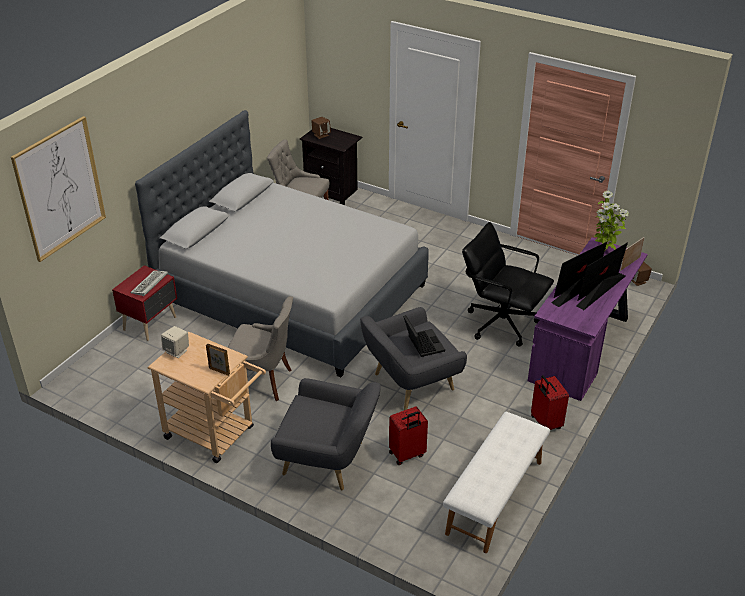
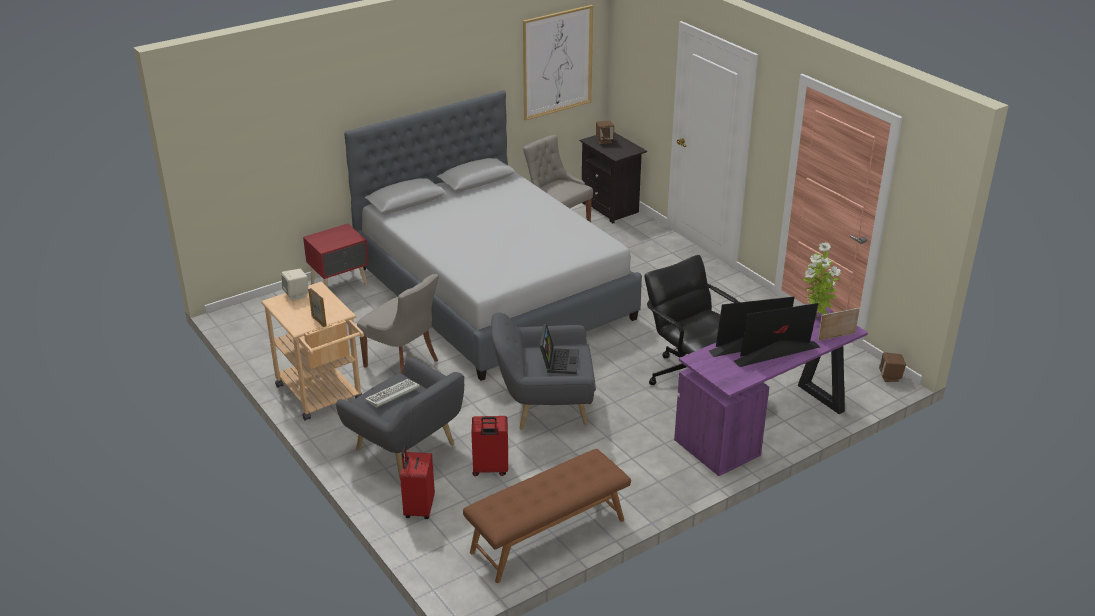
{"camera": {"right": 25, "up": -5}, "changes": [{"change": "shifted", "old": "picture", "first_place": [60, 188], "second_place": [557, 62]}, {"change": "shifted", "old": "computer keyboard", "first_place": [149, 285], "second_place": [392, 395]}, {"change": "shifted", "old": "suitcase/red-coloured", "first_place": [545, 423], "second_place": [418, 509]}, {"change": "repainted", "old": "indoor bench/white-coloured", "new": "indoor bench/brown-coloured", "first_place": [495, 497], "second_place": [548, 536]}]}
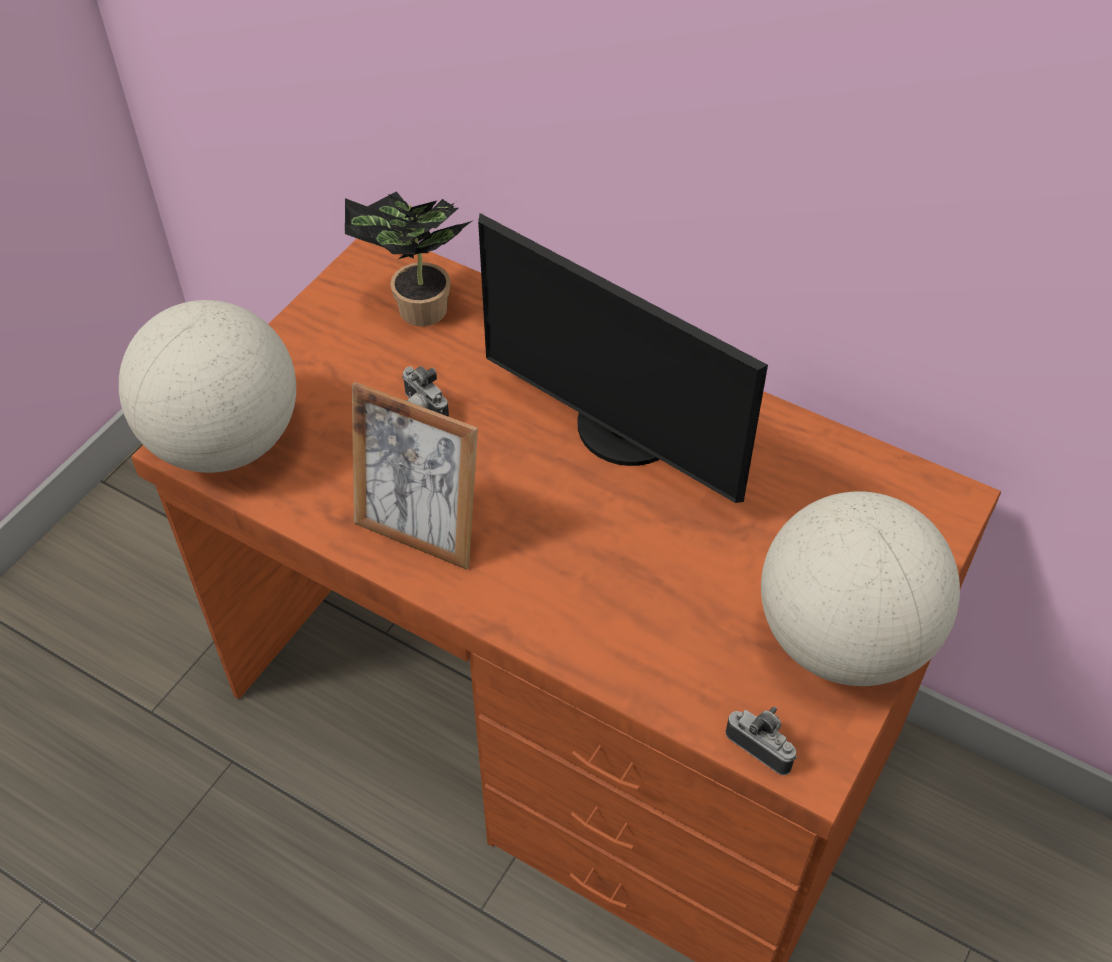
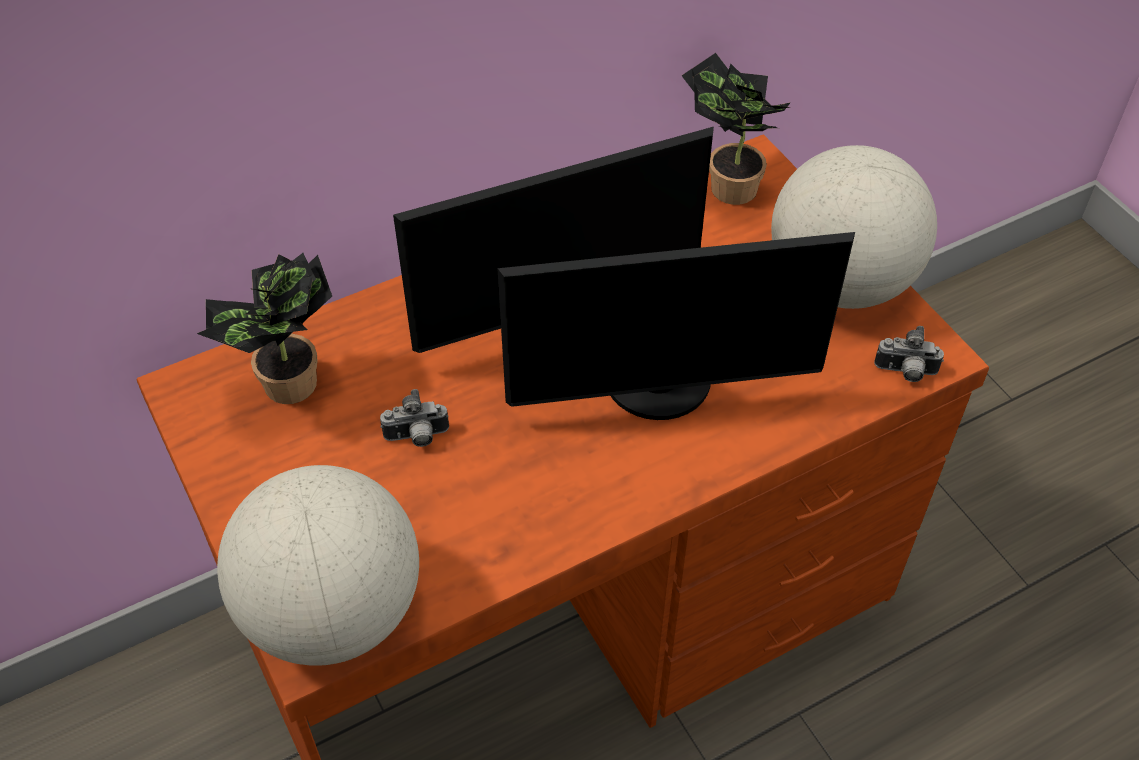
{"camera": {"right": -60, "up": 0}, "changes": [{"change": "gone", "old": "picture frame", "first_place": [419, 532]}, {"change": "rotated", "old": "still camera", "first_place": [762, 745], "second_place": [905, 373], "degrees": -150}, {"change": "new", "new": "plant in a pot", "second_place": [727, 186]}, {"change": "new", "new": "computer display", "second_place": [660, 387]}]}
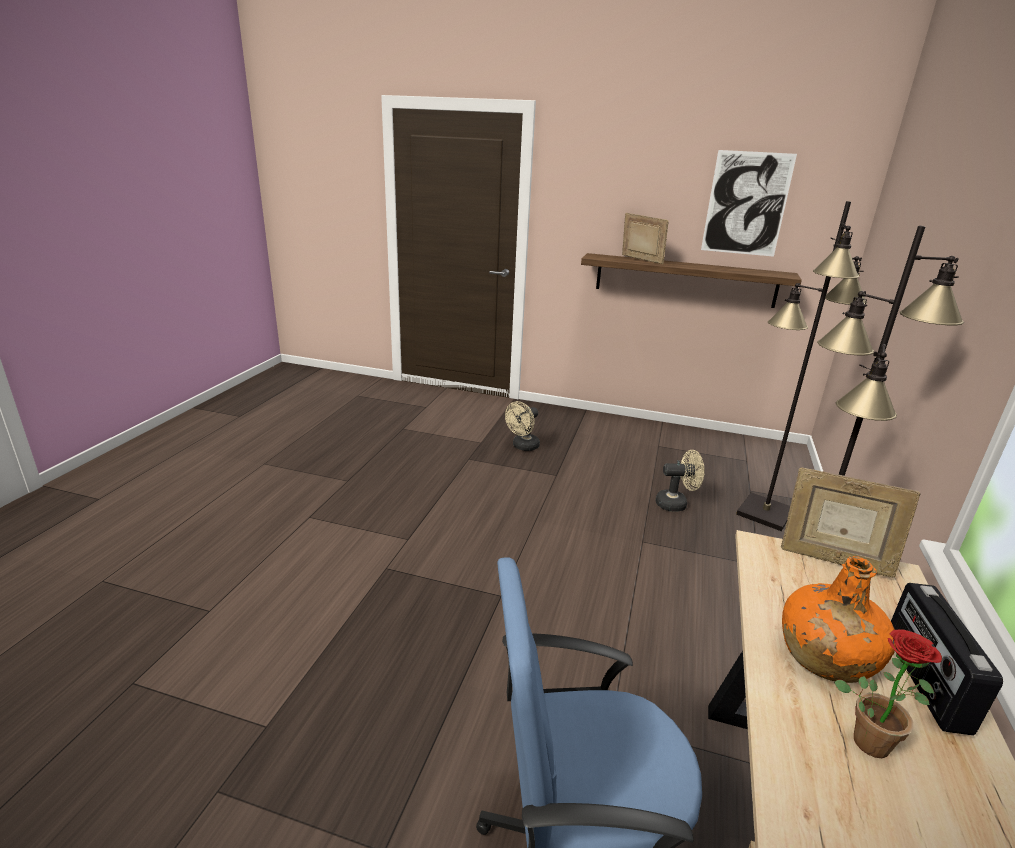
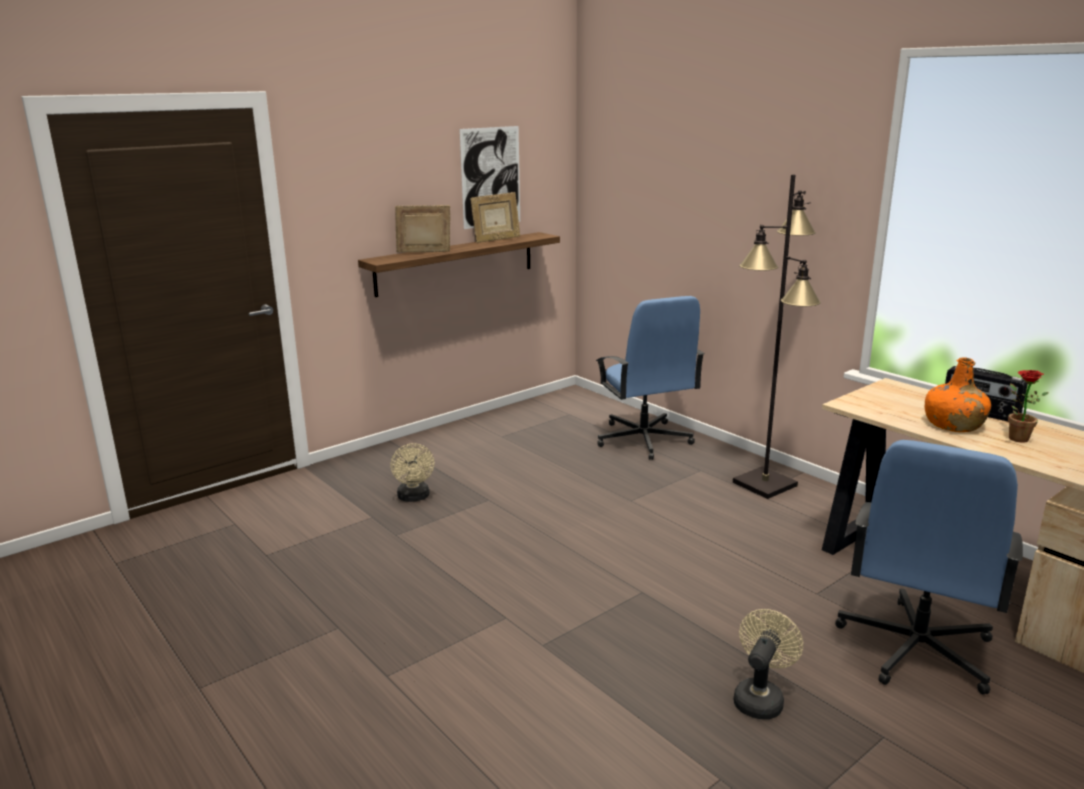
{"camera": {"right": -55, "up": -5}, "changes": [{"change": "swapped", "old": "standard lamp/black", "new": "computer chair/bluish", "first_place": [764, 513], "second_place": [643, 440]}, {"change": "shifted", "old": "electric fan/beige-coloured", "first_place": [676, 503], "second_place": [760, 698]}, {"change": "shifted", "old": "picture frame", "first_place": [833, 560], "second_place": [496, 240]}]}
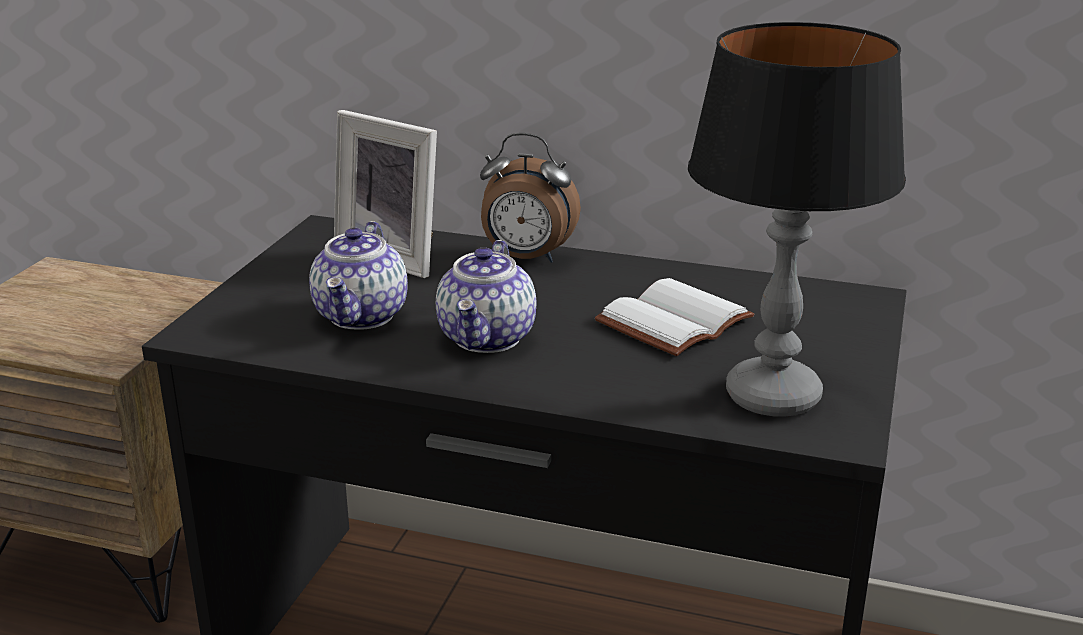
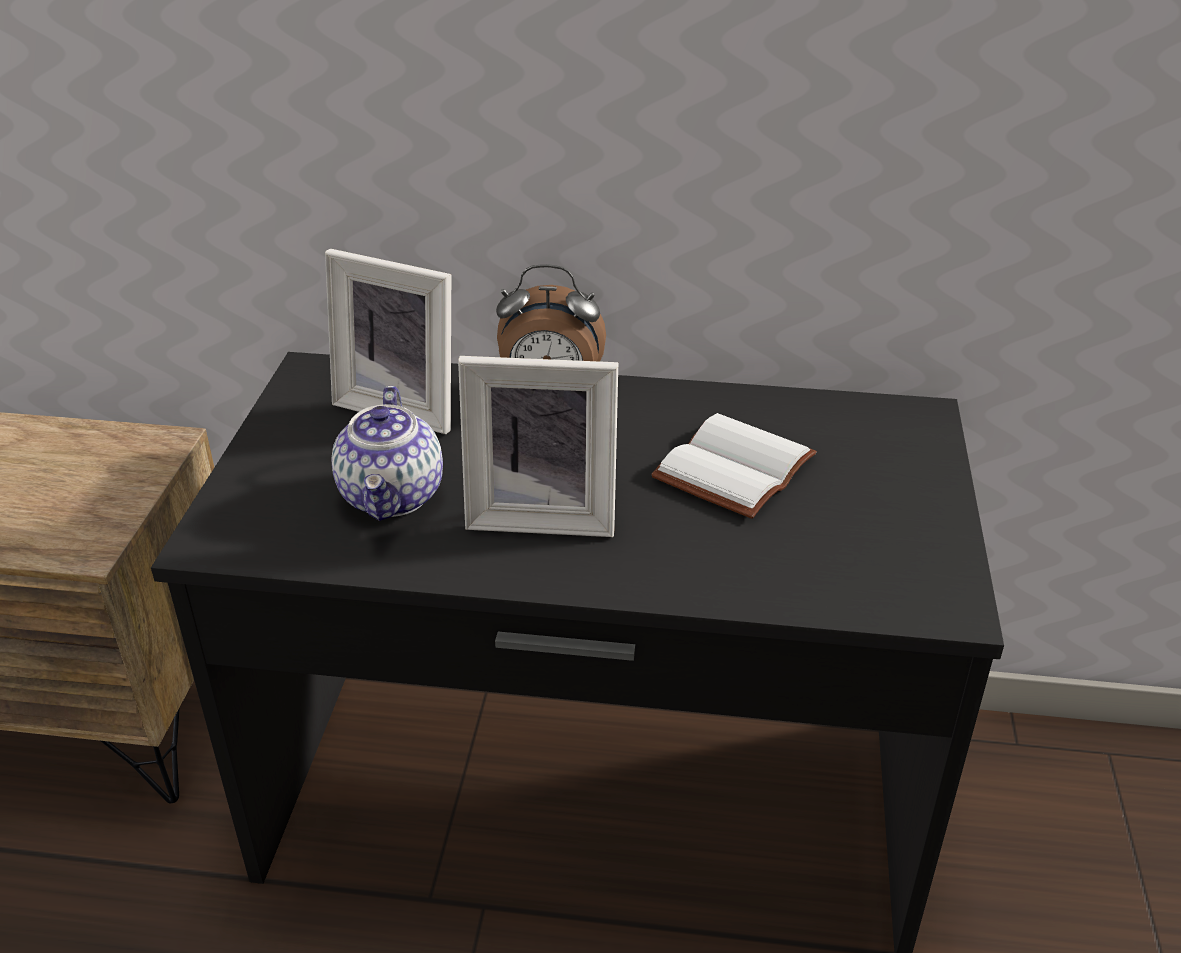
{"camera": {"right": -10, "up": 10}, "changes": [{"change": "gone", "old": "lamp for a table", "first_place": [774, 397]}, {"change": "swapped", "old": "teapot", "new": "picture frame", "first_place": [488, 338], "second_place": [542, 514]}]}
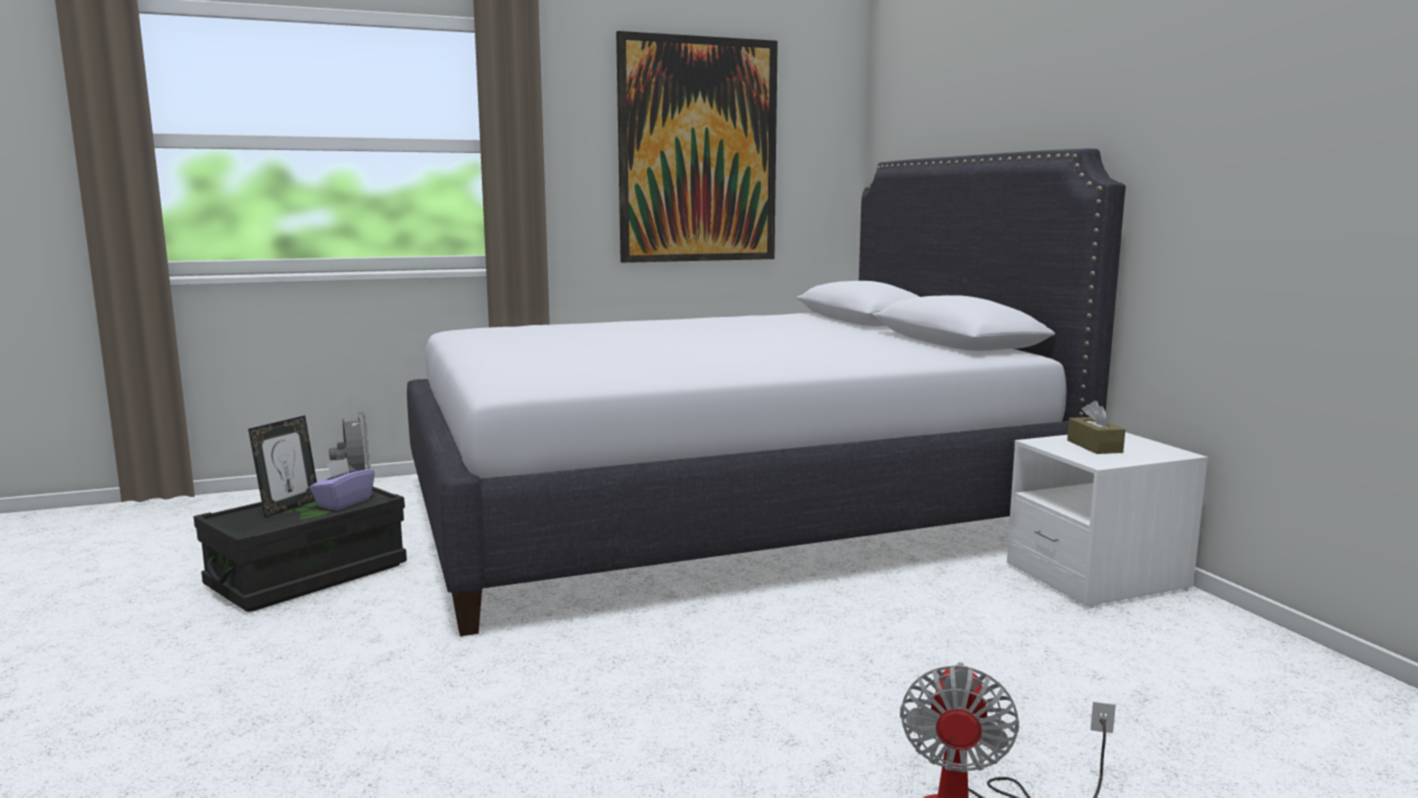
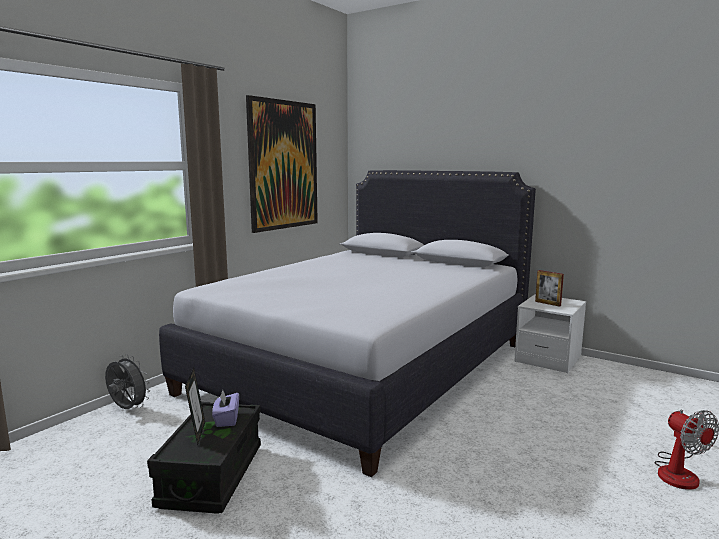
{"camera": {"right": -35, "up": 0}, "changes": [{"change": "swapped", "old": "tissue holder/brown-coloured", "new": "picture frame", "first_place": [1094, 446], "second_place": [547, 303]}]}
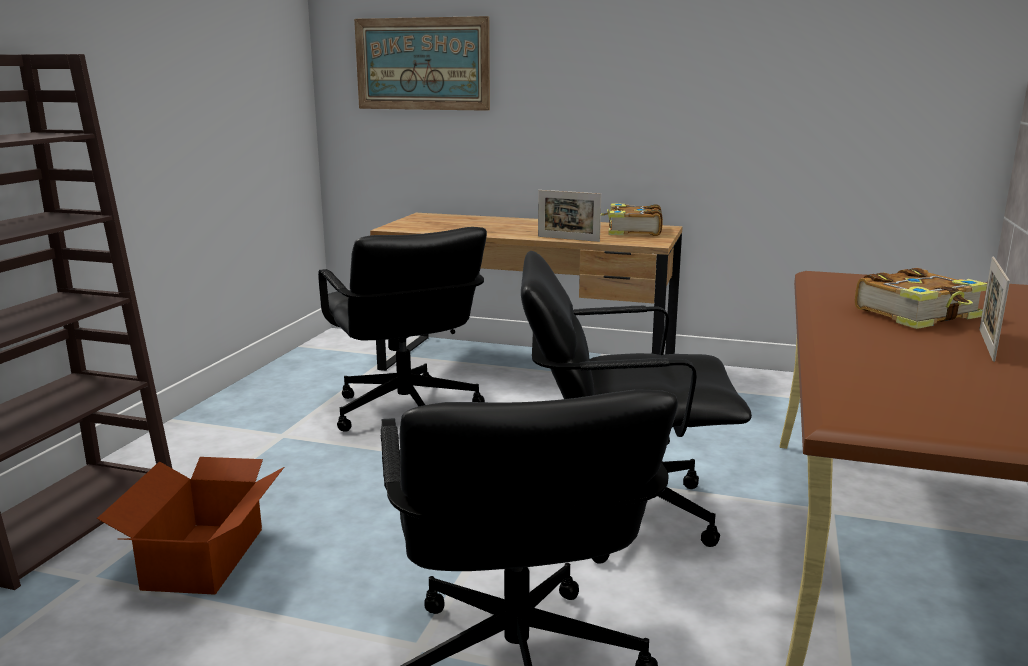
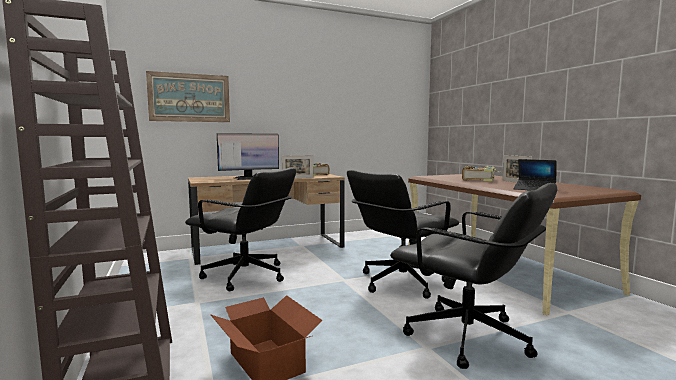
{"camera": {"right": -40, "up": -10}, "changes": [{"change": "new", "new": "computer display", "second_place": [249, 178]}, {"change": "new", "new": "laptop", "second_place": [534, 189]}]}
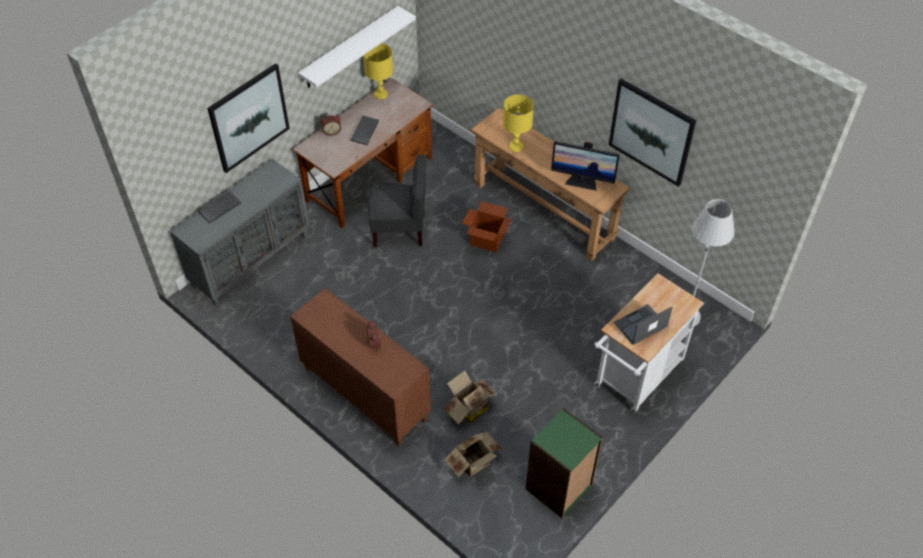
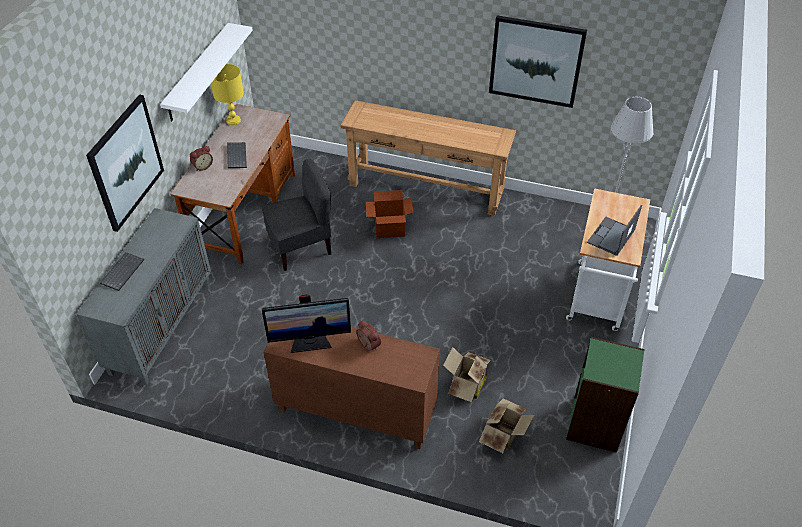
{"camera": {"right": -25, "up": -5}, "changes": [{"change": "gone", "old": "lamp for a table/yellow-coloured", "first_place": [516, 146]}, {"change": "shifted", "old": "computer display", "first_place": [582, 181], "second_place": [310, 342]}]}
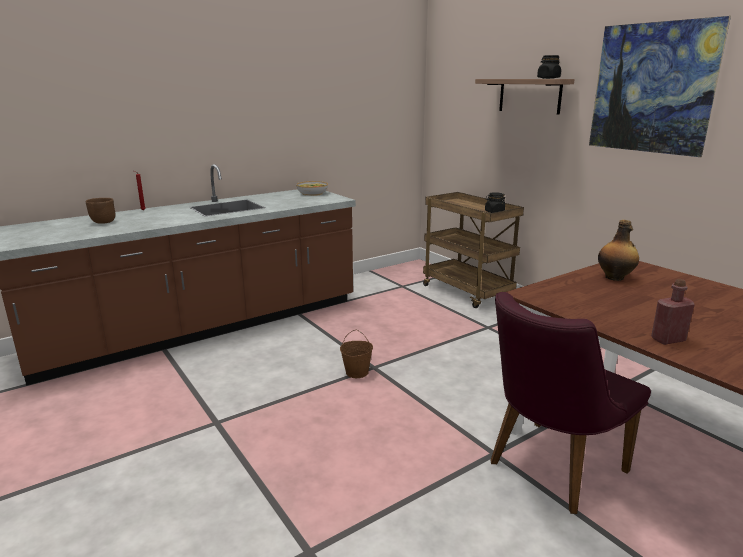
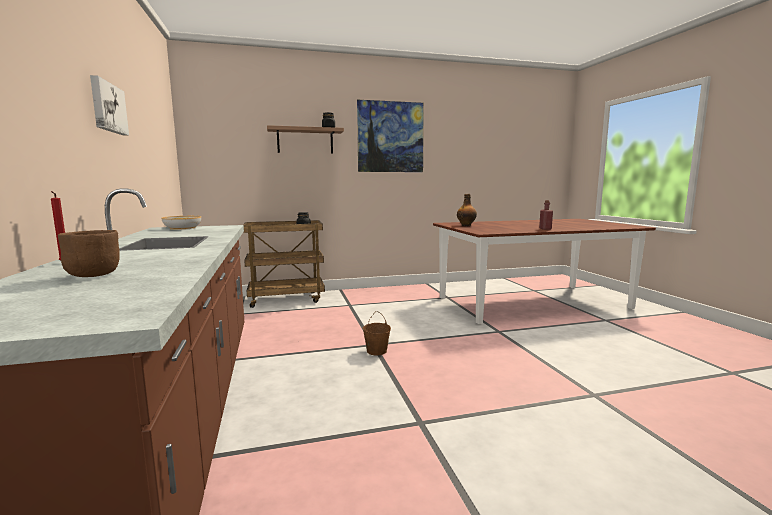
{"camera": {"right": -70, "up": -10}, "changes": [{"change": "gone", "old": "plain chair/purple", "first_place": [548, 470]}, {"change": "new", "new": "picture", "second_place": [107, 107]}]}
